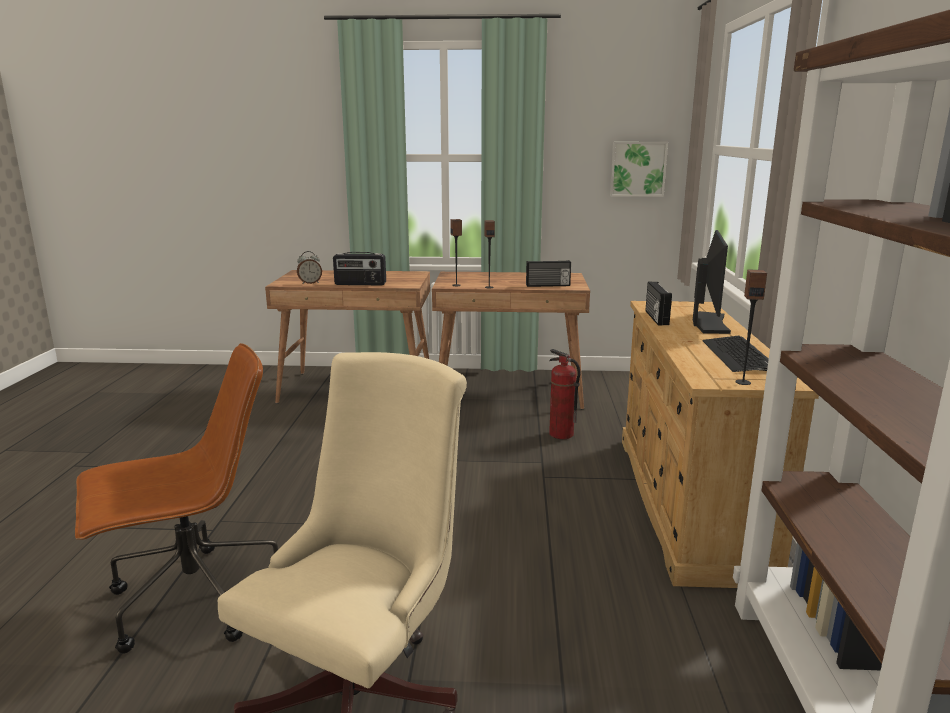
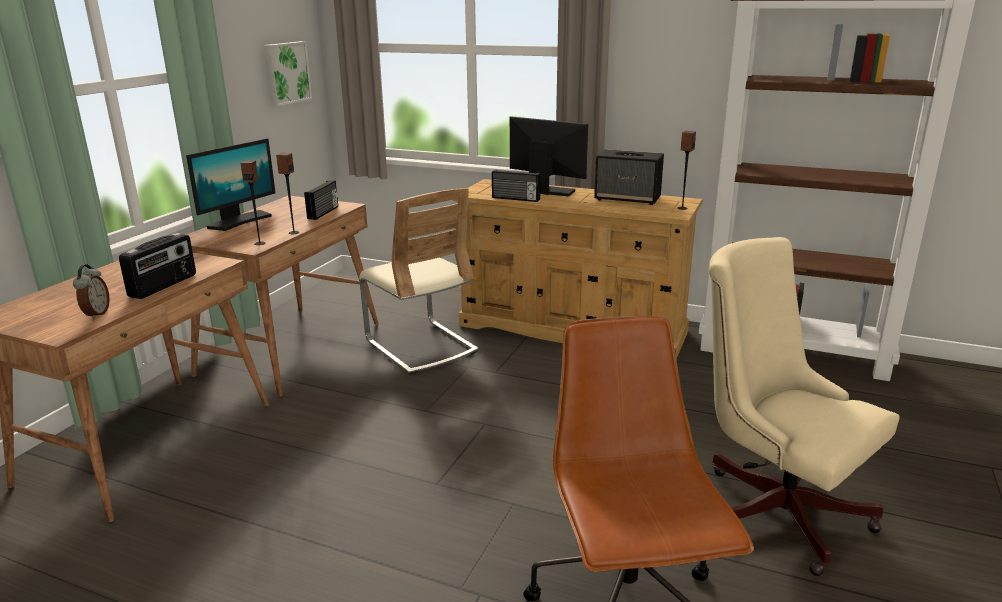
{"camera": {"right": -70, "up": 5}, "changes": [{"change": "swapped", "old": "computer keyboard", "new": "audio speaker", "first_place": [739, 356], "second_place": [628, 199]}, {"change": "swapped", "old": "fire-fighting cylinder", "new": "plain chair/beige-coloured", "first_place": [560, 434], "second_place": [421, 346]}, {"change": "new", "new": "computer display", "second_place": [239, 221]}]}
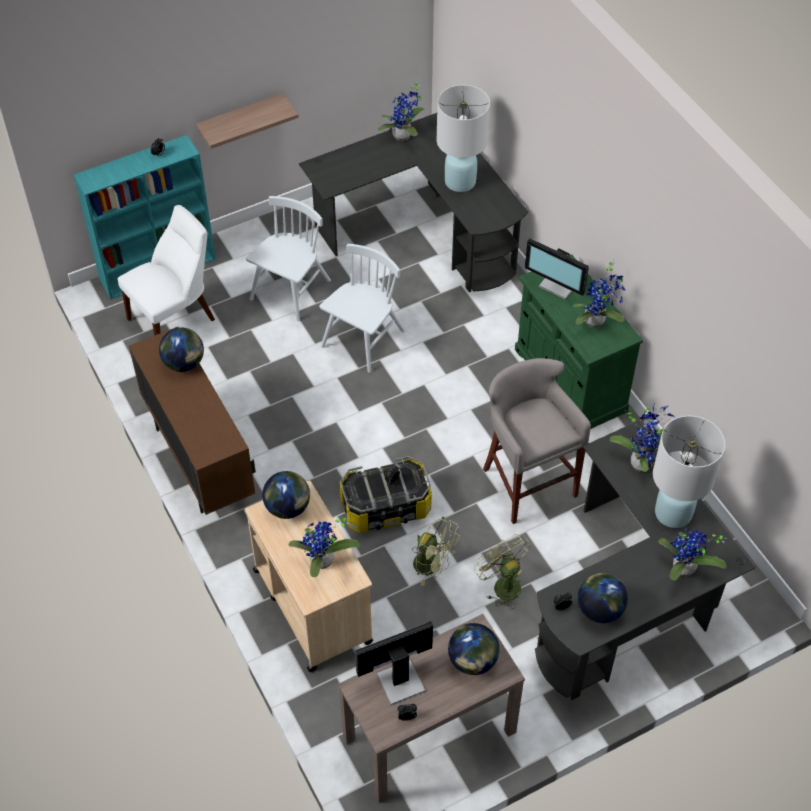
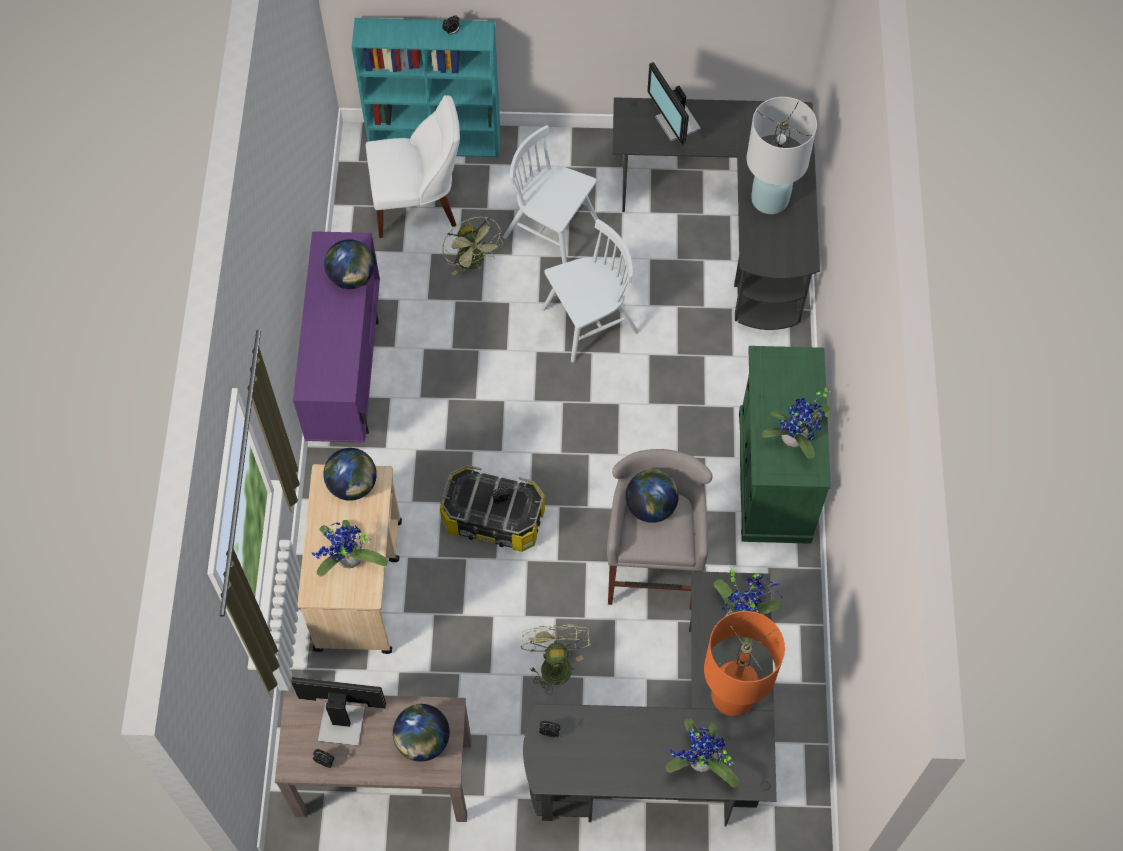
{"camera": {"right": 30, "up": 10}, "changes": [{"change": "gone", "old": "plant in a pot", "first_place": [403, 136]}, {"change": "gone", "old": "bracket shelf", "first_place": [241, 120]}, {"change": "rotated", "old": "plain chair/white-coloured", "first_place": [290, 290], "second_place": [551, 229], "degrees": -120}, {"change": "shifted", "old": "computer display", "first_place": [559, 285], "second_place": [676, 124]}, {"change": "repainted", "old": "cupboard/brown-coloured", "new": "cupboard/purple", "first_place": [199, 461], "second_place": [347, 376]}, {"change": "repainted", "old": "lamp for a table/white-coloured", "new": "lamp for a table/orange-coloured", "first_place": [673, 513], "second_place": [732, 695]}, {"change": "shifted", "old": "electric fan/green", "first_place": [432, 566], "second_place": [474, 263]}, {"change": "shifted", "old": "globe", "first_place": [600, 609], "second_place": [651, 506]}]}
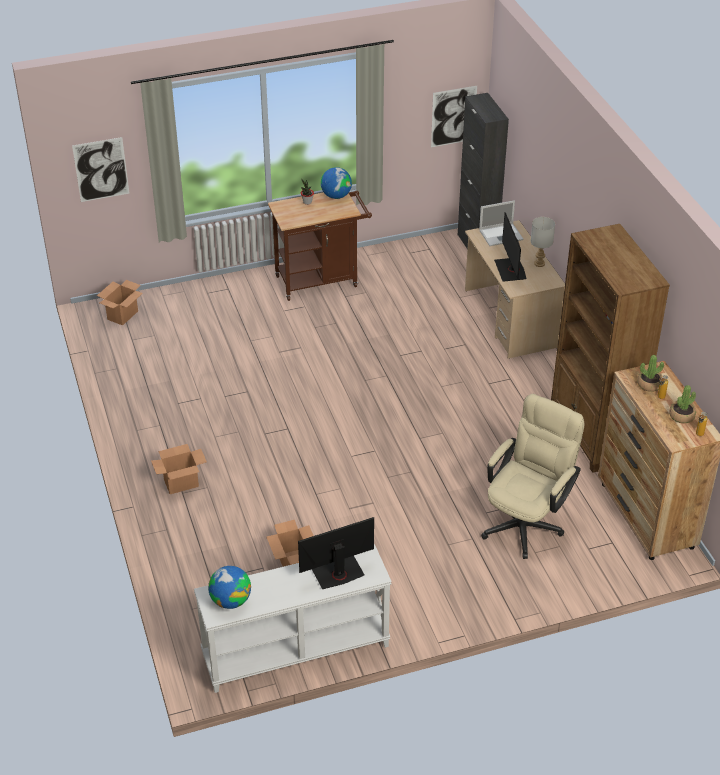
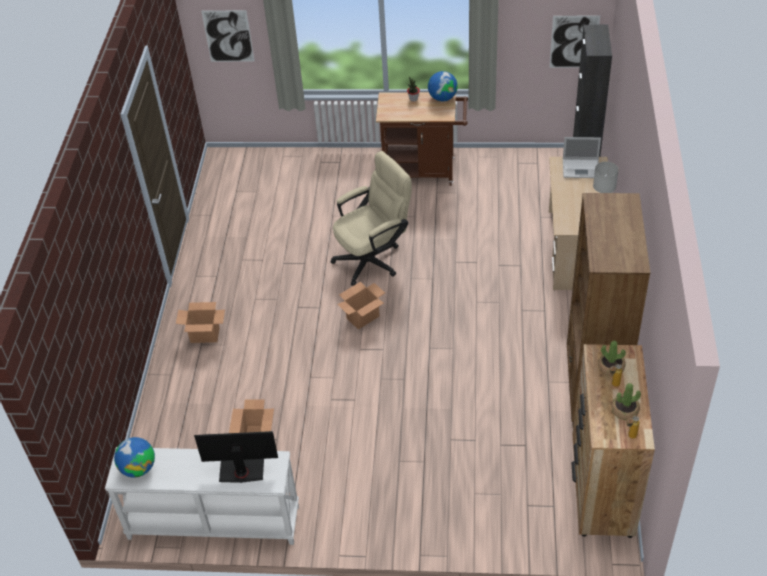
{"camera": {"right": 25, "up": 5}, "changes": [{"change": "gone", "old": "computer display", "first_place": [510, 270]}, {"change": "shifted", "old": "cardboard box", "first_place": [122, 315], "second_place": [363, 317]}, {"change": "shifted", "old": "computer chair/beige-coloured", "first_place": [526, 521], "second_place": [374, 258]}]}
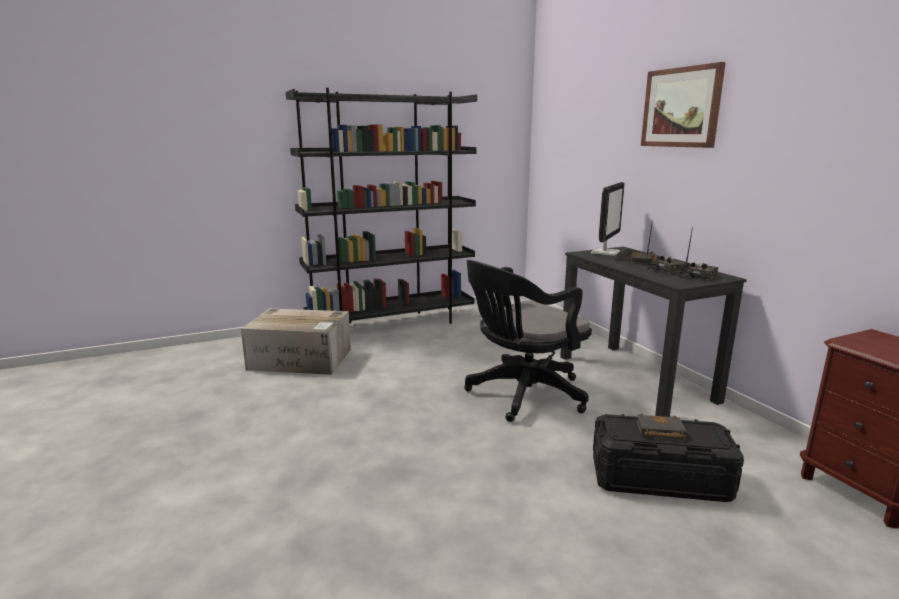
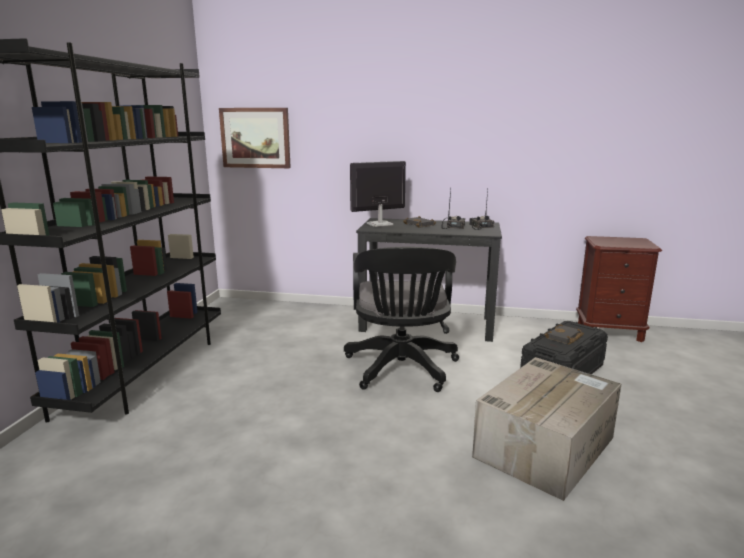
{"camera": {"right": -55, "up": 0}, "changes": [{"change": "shifted", "old": "picture", "first_place": [681, 107], "second_place": [255, 138]}, {"change": "rotated", "old": "computer display", "first_place": [605, 252], "second_place": [379, 224], "degrees": -90}, {"change": "shifted", "old": "cardboard box", "first_place": [302, 359], "second_place": [545, 446]}]}
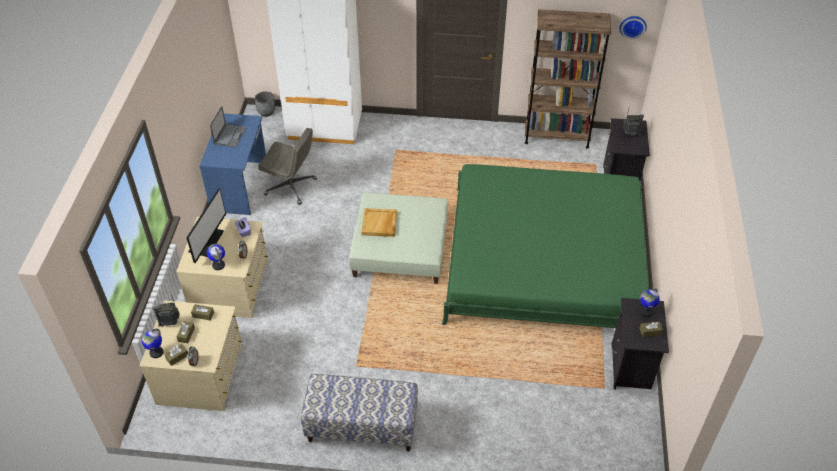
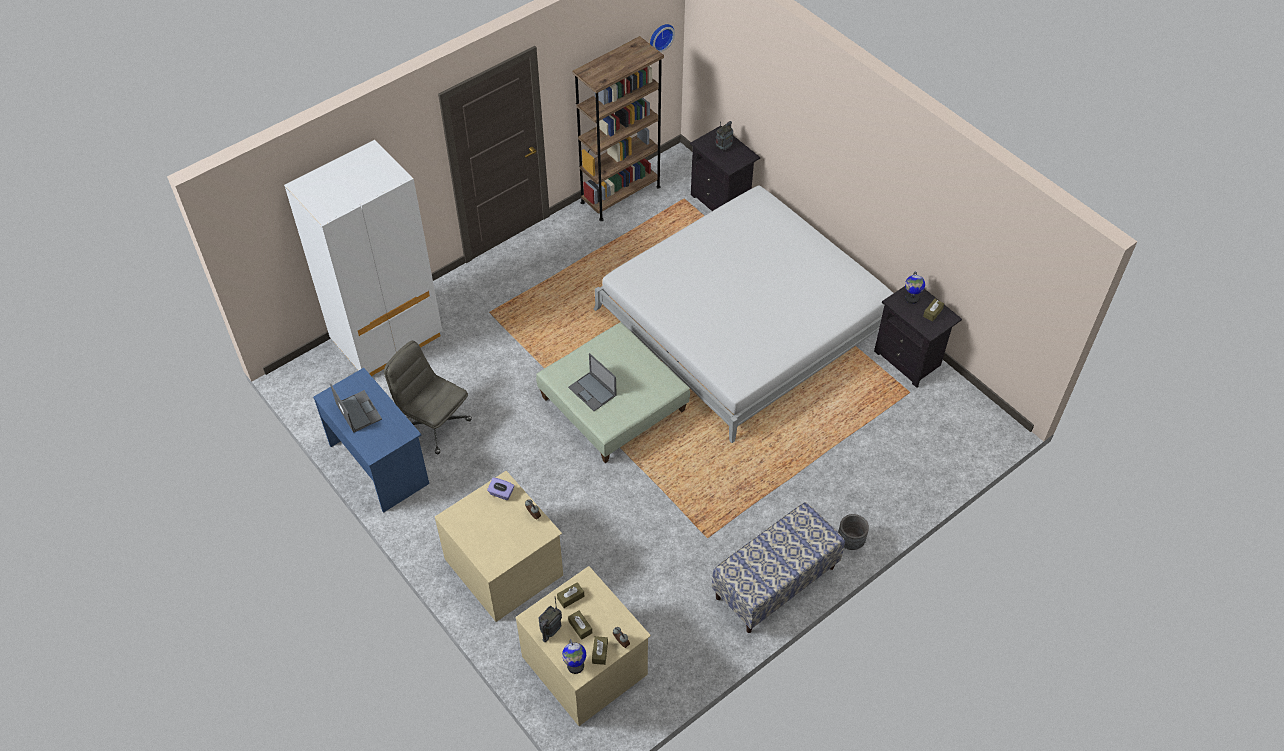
{"camera": {"right": -45, "up": 5}, "changes": [{"change": "shifted", "old": "planter/greyish", "first_place": [266, 112], "second_place": [850, 541]}, {"change": "rotated", "old": "computer chair/greyish", "first_place": [291, 187], "second_place": [434, 424], "degrees": -120}, {"change": "repainted", "old": "bedroom bed/green", "new": "bedroom bed/white-coloured", "first_place": [545, 259], "second_place": [744, 318]}, {"change": "gone", "old": "computer display", "first_place": [207, 241]}, {"change": "swapped", "old": "carrying tray/beige-coloured", "new": "laptop", "first_place": [379, 224], "second_place": [593, 391]}, {"change": "gone", "old": "globe", "first_place": [218, 265]}]}
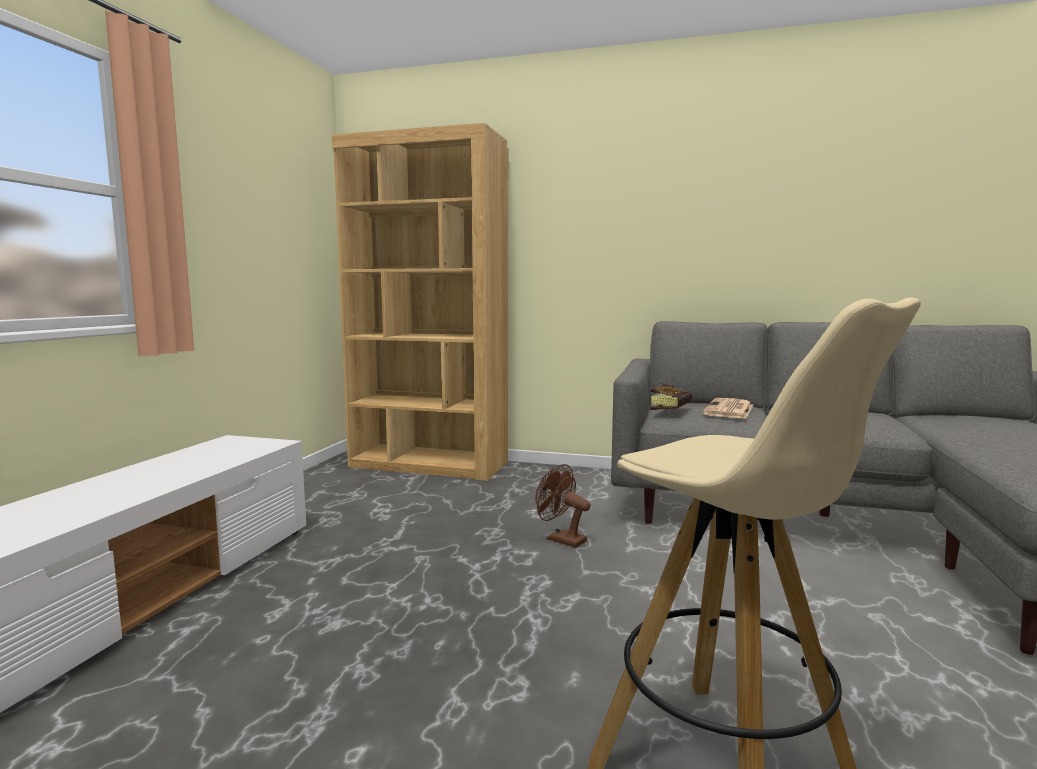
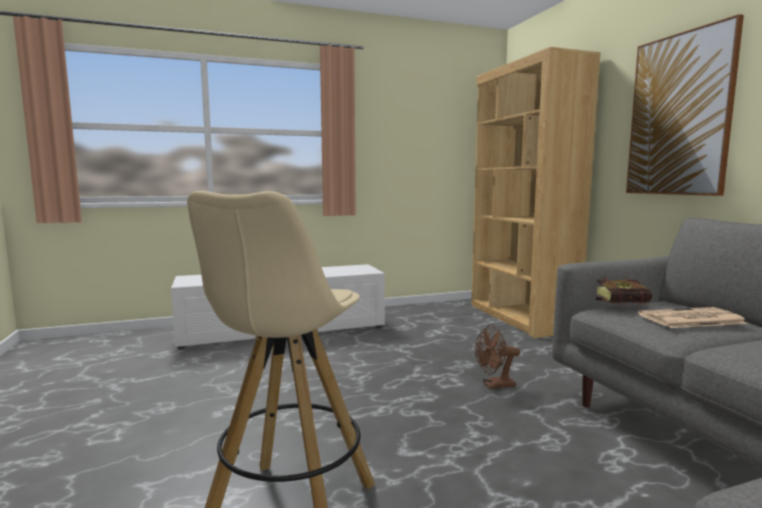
{"camera": {"right": 55, "up": 0}, "changes": [{"change": "rotated", "old": "electric fan/brown-coloured", "first_place": [561, 539], "second_place": [494, 385], "degrees": -105}, {"change": "new", "new": "picture", "second_place": [679, 115]}]}
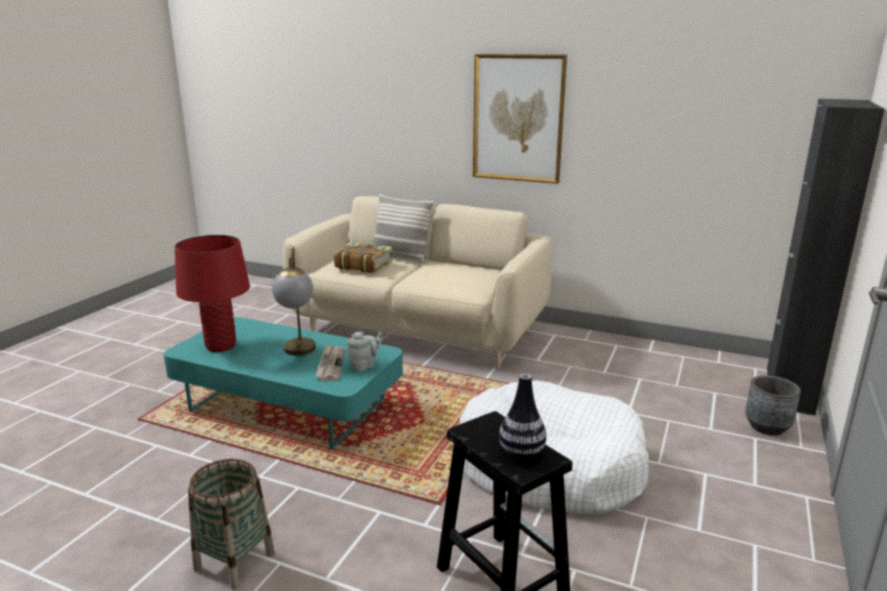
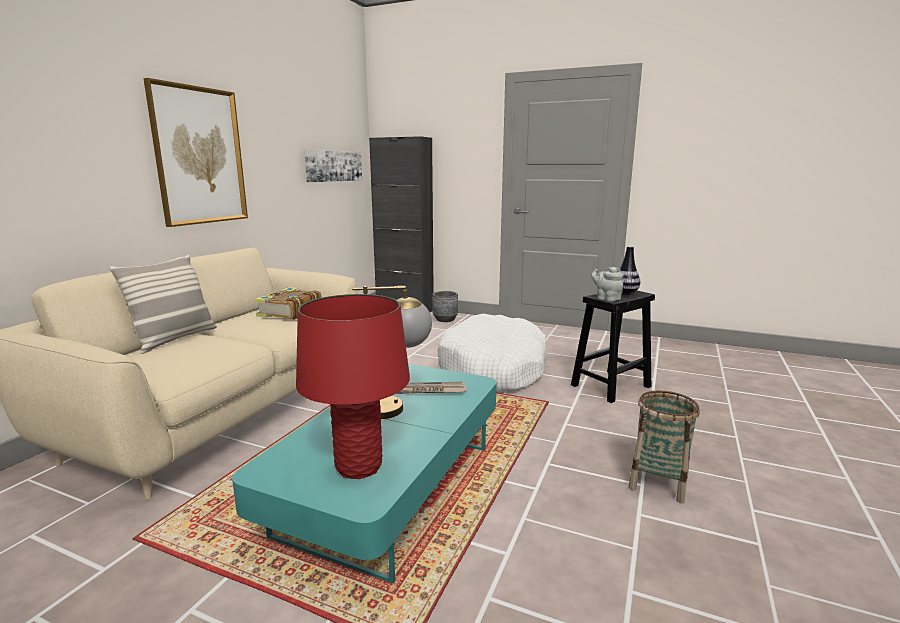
{"camera": {"right": -90, "up": -5}, "changes": [{"change": "shifted", "old": "volume", "first_place": [363, 265], "second_place": [289, 312]}, {"change": "shifted", "old": "teapot/greyish", "first_place": [364, 366], "second_place": [606, 298]}, {"change": "new", "new": "picture", "second_place": [333, 166]}]}
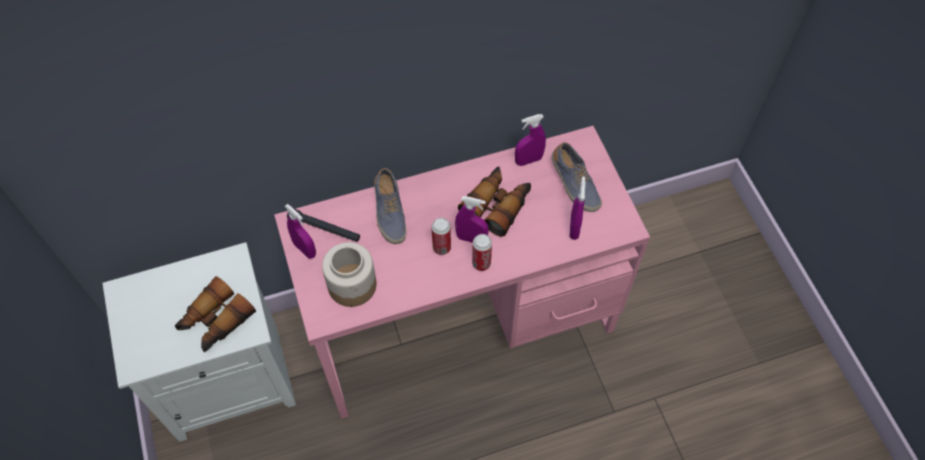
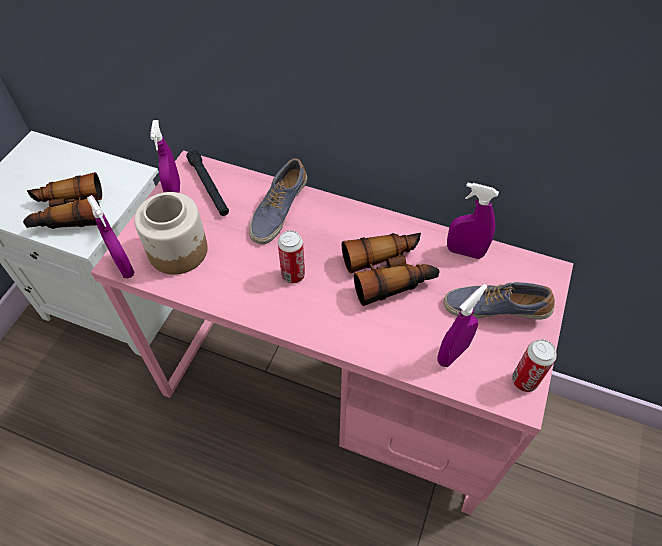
{"camera": {"right": 40, "up": -5}, "changes": [{"change": "rotated", "old": "shoe", "first_place": [574, 184], "second_place": [495, 308], "degrees": 90}, {"change": "shifted", "old": "sprayer/purple", "first_place": [471, 238], "second_place": [124, 266]}, {"change": "shifted", "old": "sealed can", "first_place": [481, 263], "second_place": [524, 381]}]}
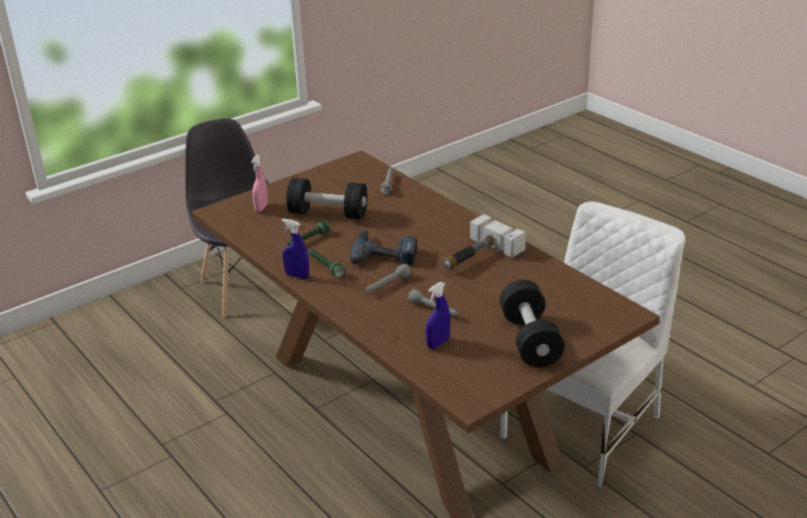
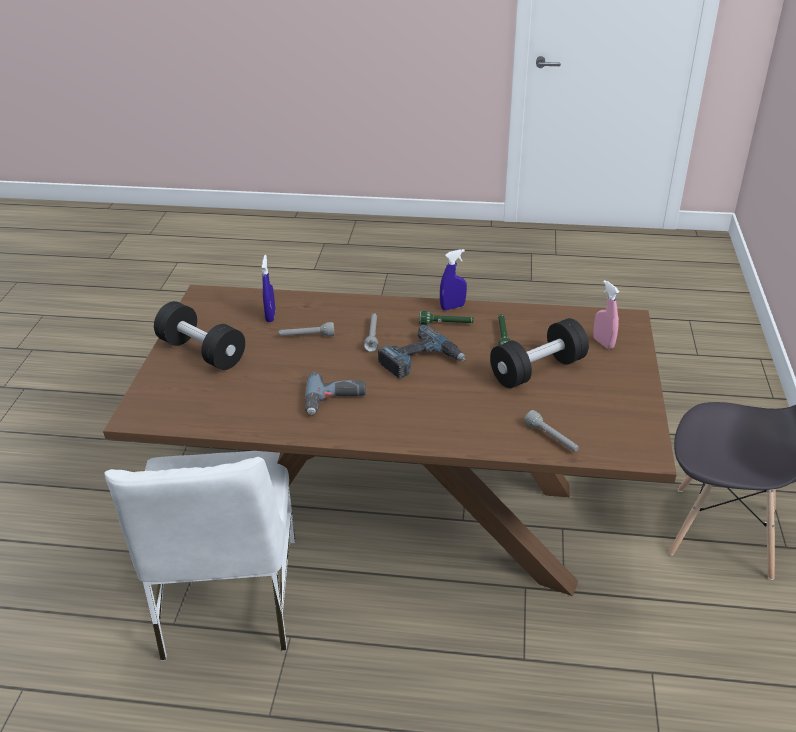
{"camera": {"right": 135, "up": 5}, "changes": [{"change": "swapped", "old": "hammer", "new": "electric drill", "first_place": [476, 256], "second_place": [335, 401]}]}
